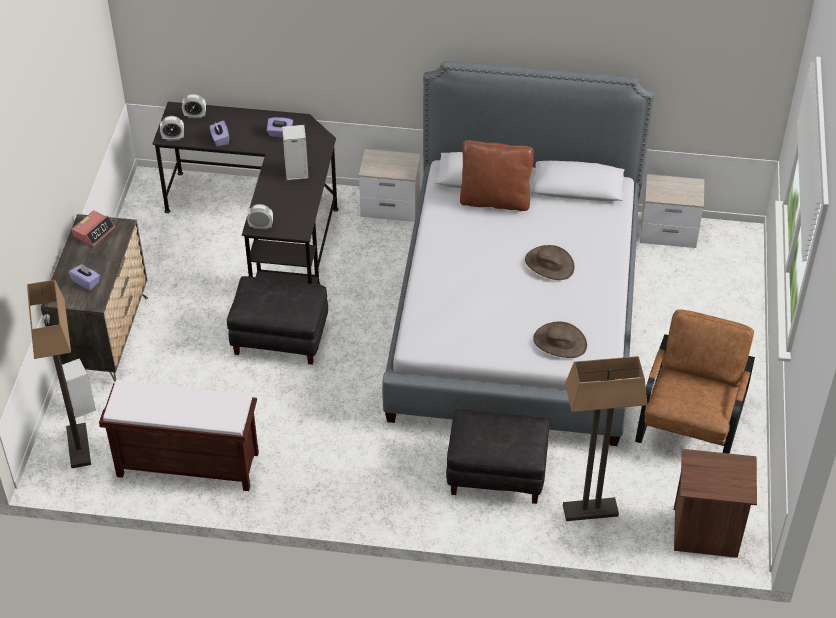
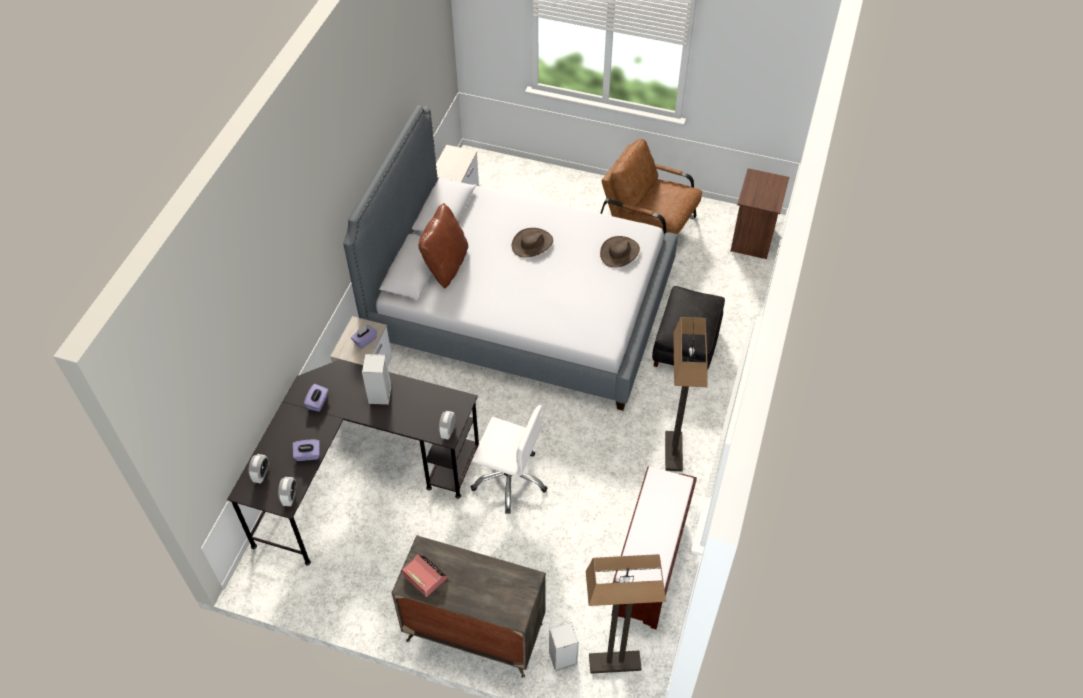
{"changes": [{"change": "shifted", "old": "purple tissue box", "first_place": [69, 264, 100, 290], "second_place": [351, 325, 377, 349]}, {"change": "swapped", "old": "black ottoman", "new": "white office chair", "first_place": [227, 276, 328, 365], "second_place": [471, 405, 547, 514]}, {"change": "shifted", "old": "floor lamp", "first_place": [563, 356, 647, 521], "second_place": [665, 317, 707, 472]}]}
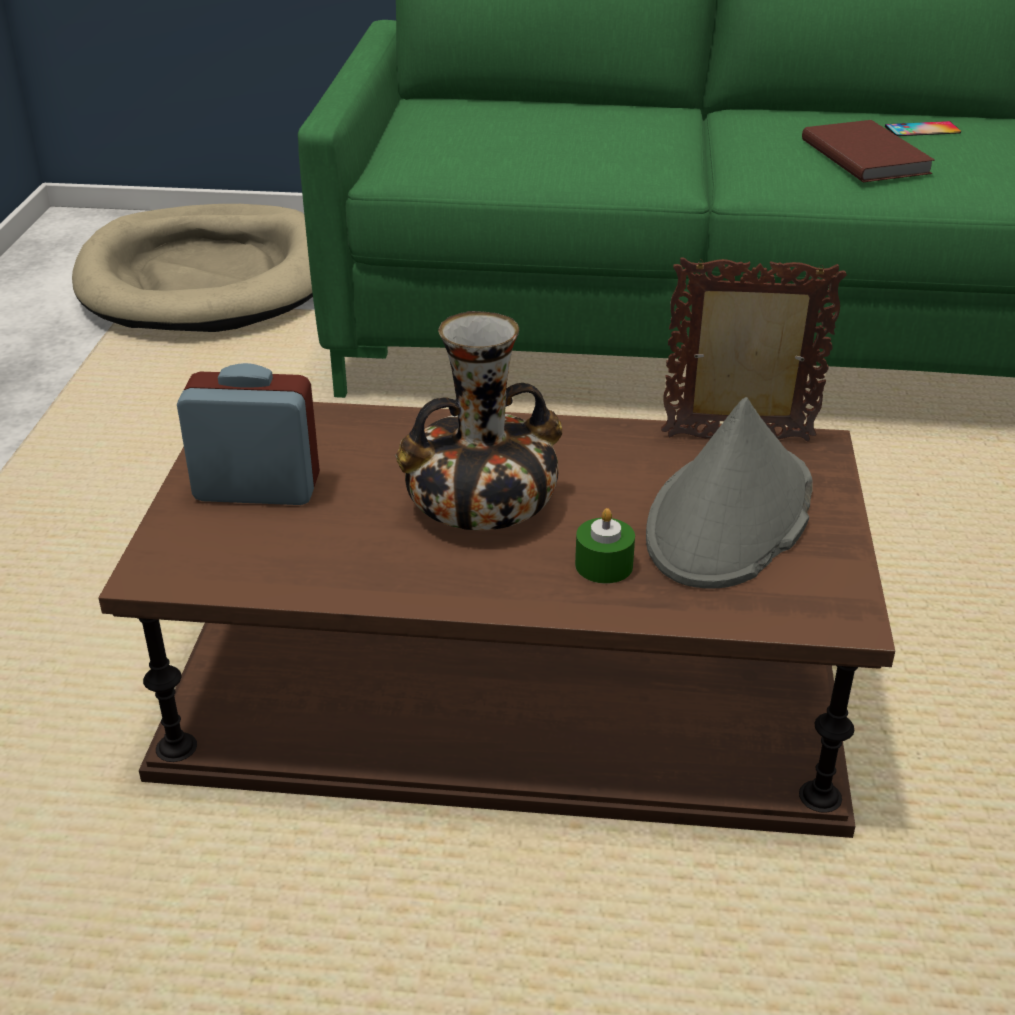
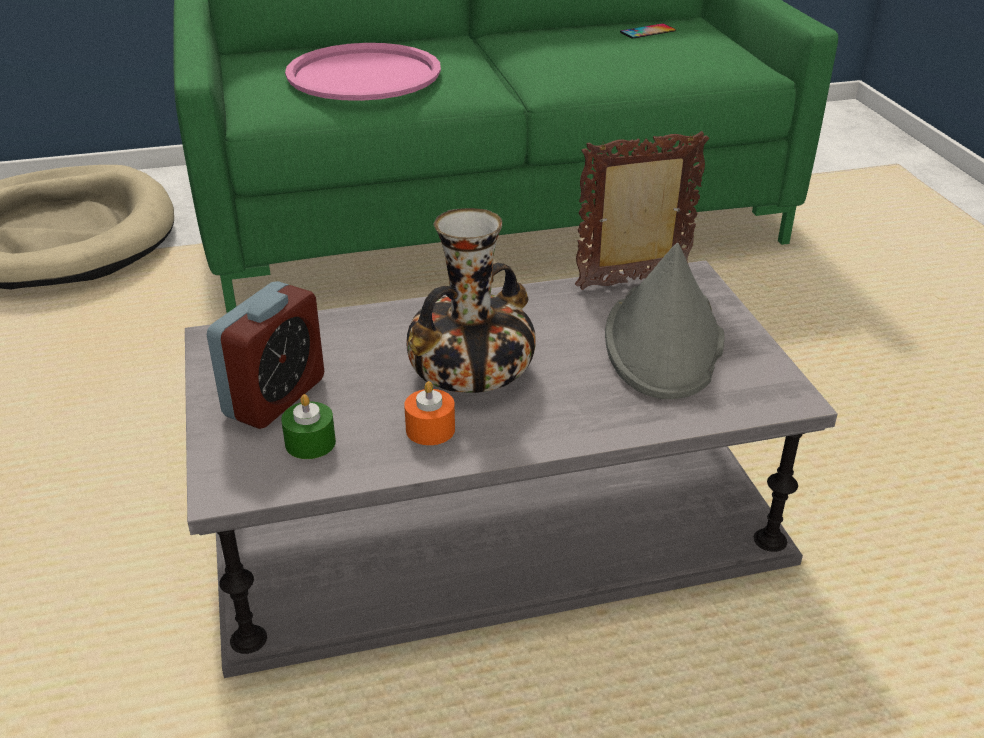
{"changes": [{"change": "gone", "old": "brown book", "first_place": [802, 120, 935, 182]}, {"change": "rotated", "old": "alarm clock", "first_place": [177, 363, 320, 505], "second_place": [207, 281, 324, 429], "degrees": 135}, {"change": "repainted", "old": "brown coffee table", "new": "grey coffee table", "first_place": [98, 402, 895, 838], "second_place": [185, 260, 838, 678]}, {"change": "shifted", "old": "green candle", "first_place": [575, 508, 635, 584], "second_place": [281, 394, 336, 459]}, {"change": "new", "new": "pink tray", "second_place": [285, 43, 441, 101]}, {"change": "new", "new": "orange candle", "second_place": [404, 381, 455, 445]}]}
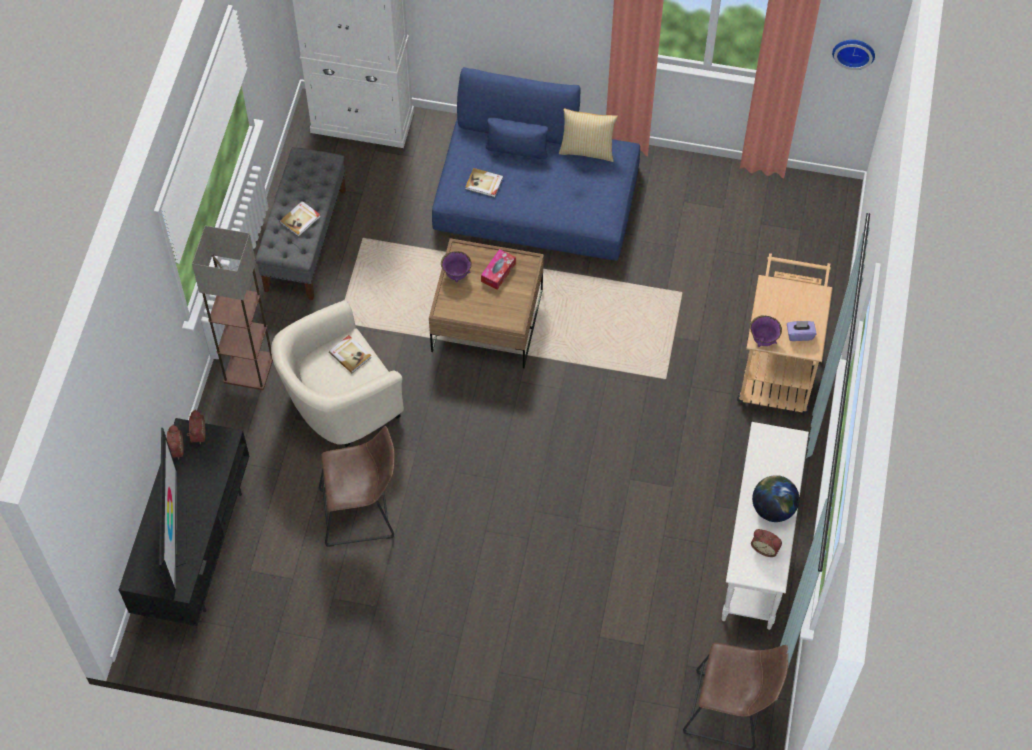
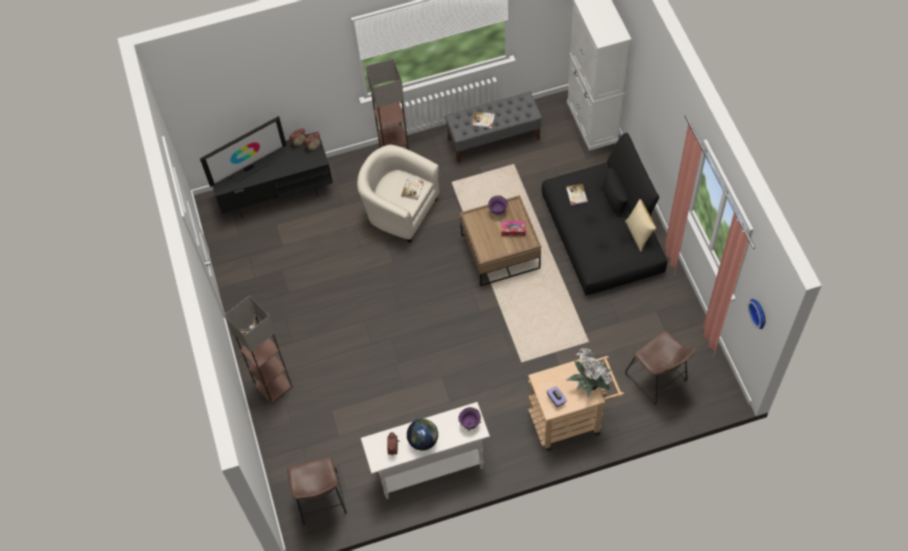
{"changes": [{"change": "repainted", "old": "blue sofa", "new": "black sofa", "first_place": [432, 67, 640, 261], "second_place": [542, 133, 667, 295]}, {"change": "shifted", "old": "purple bowl", "first_place": [750, 315, 782, 347], "second_place": [459, 407, 481, 431]}, {"change": "shifted", "old": "brown stool", "first_place": [319, 426, 395, 547], "second_place": [625, 330, 696, 405]}, {"change": "new", "new": "floor lamp", "second_place": [225, 296, 293, 404]}, {"change": "new", "new": "potted plant", "second_place": [567, 348, 612, 397]}]}
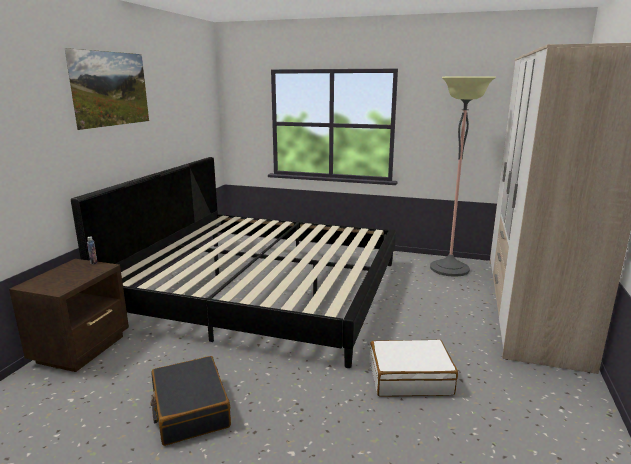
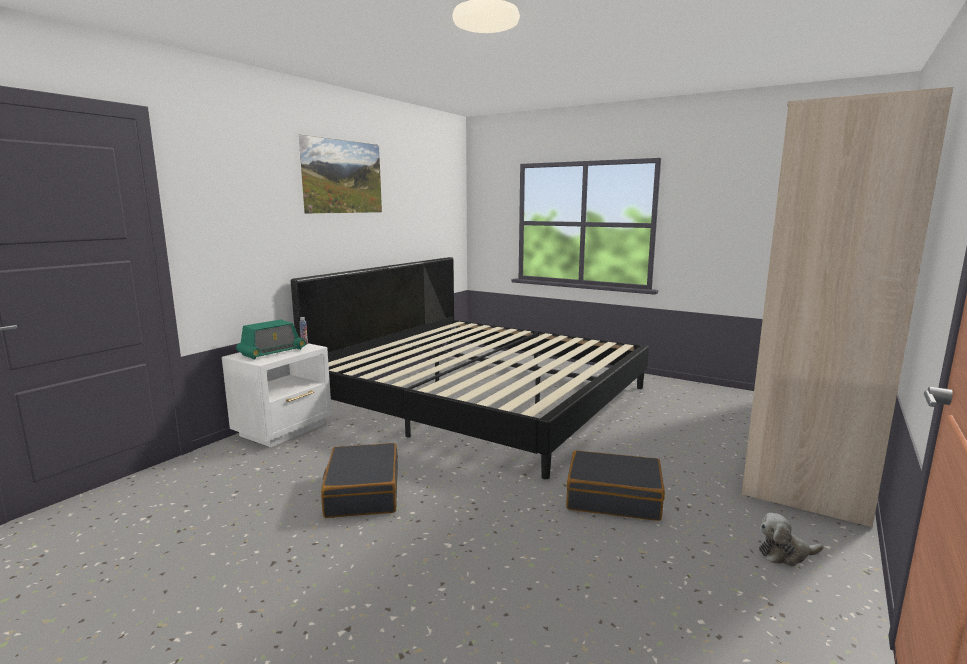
{"changes": [{"change": "gone", "old": "floor lamp", "first_place": [430, 76, 496, 277]}, {"change": "repainted", "old": "brown nightstand", "new": "white nightstand", "first_place": [9, 259, 129, 372], "second_place": [222, 343, 332, 447]}, {"change": "repainted", "old": "white suitcase", "new": "black suitcase", "first_place": [370, 339, 458, 397], "second_place": [566, 450, 665, 521]}, {"change": "new", "new": "radio", "second_place": [236, 320, 306, 360]}, {"change": "new", "new": "plush toy", "second_place": [759, 513, 823, 566]}]}
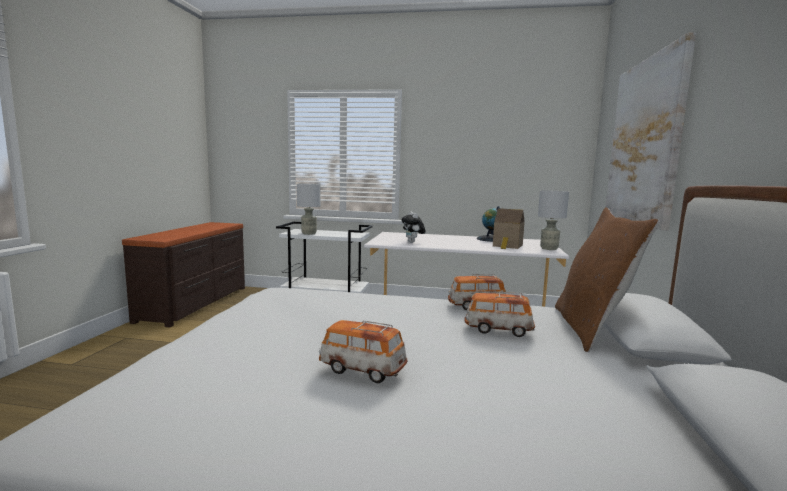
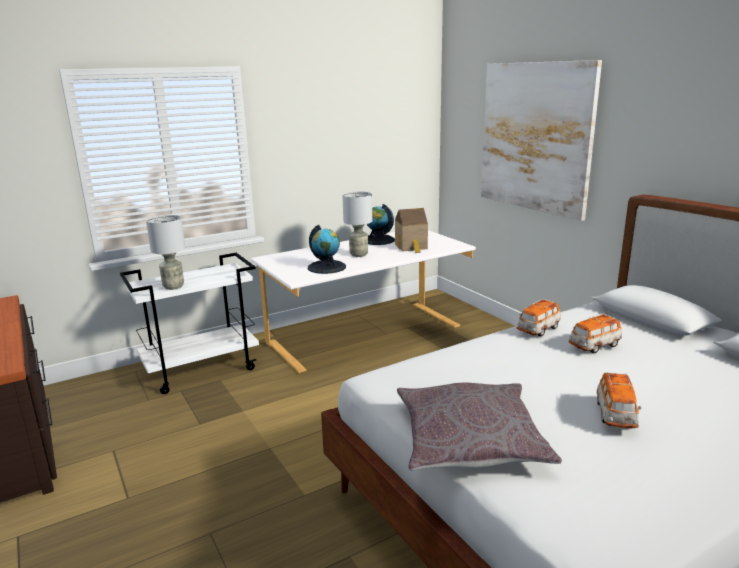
{"changes": [{"change": "shifted", "old": "grey table lamp", "first_place": [538, 190, 569, 250], "second_place": [342, 191, 372, 257]}, {"change": "gone", "old": "brown pillow", "first_place": [555, 207, 660, 352]}, {"change": "swapped", "old": "plush toy", "new": "globe", "first_place": [402, 212, 426, 243], "second_place": [308, 225, 346, 274]}, {"change": "rotated", "old": "toy car", "first_place": [319, 320, 407, 383], "second_place": [596, 372, 641, 429], "degrees": -60}, {"change": "new", "new": "grey pillow", "second_place": [397, 383, 562, 471]}]}
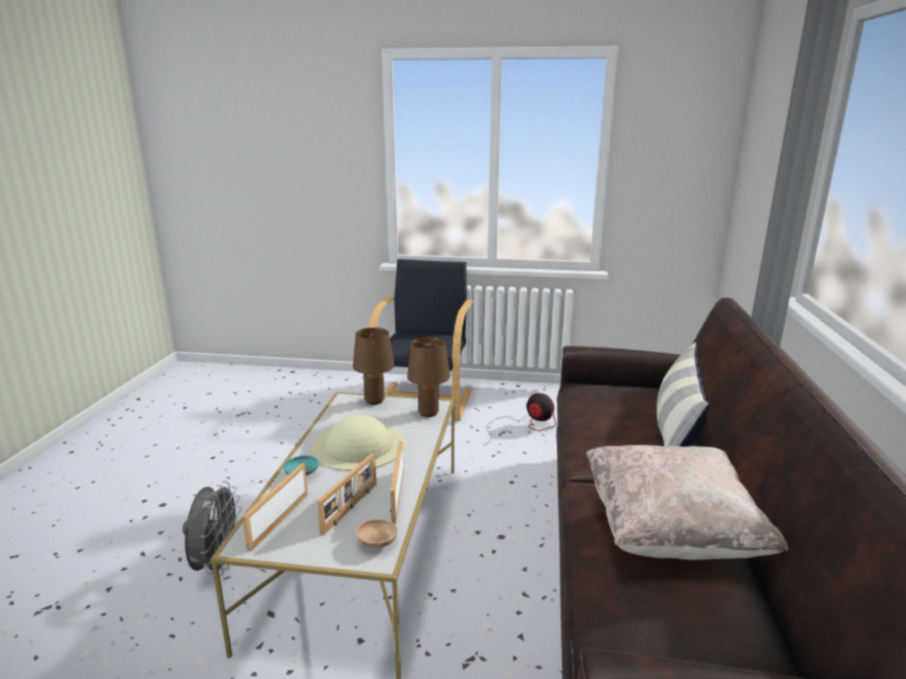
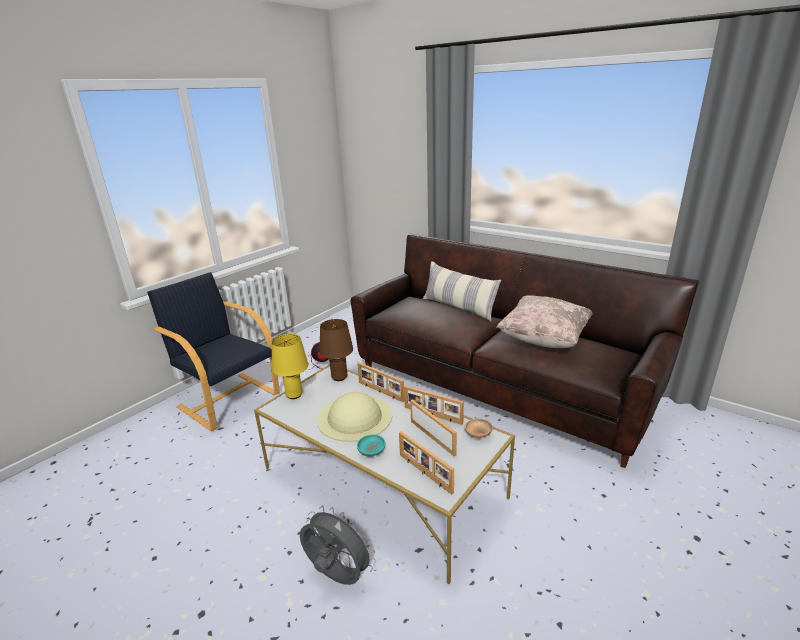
{"changes": [{"change": "repainted", "old": "brown table lamp", "new": "yellow table lamp", "first_place": [353, 328, 394, 405], "second_place": [272, 334, 308, 399]}, {"change": "new", "new": "picture frame", "second_place": [357, 362, 404, 402]}]}
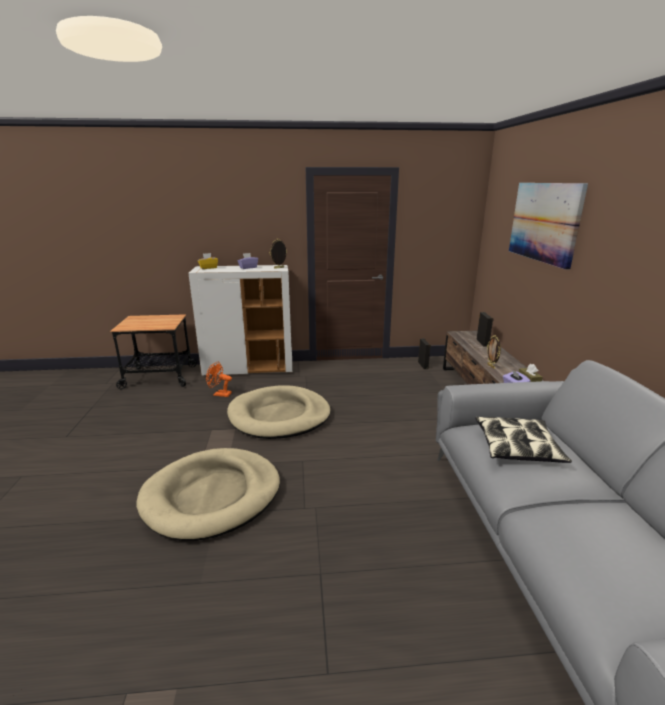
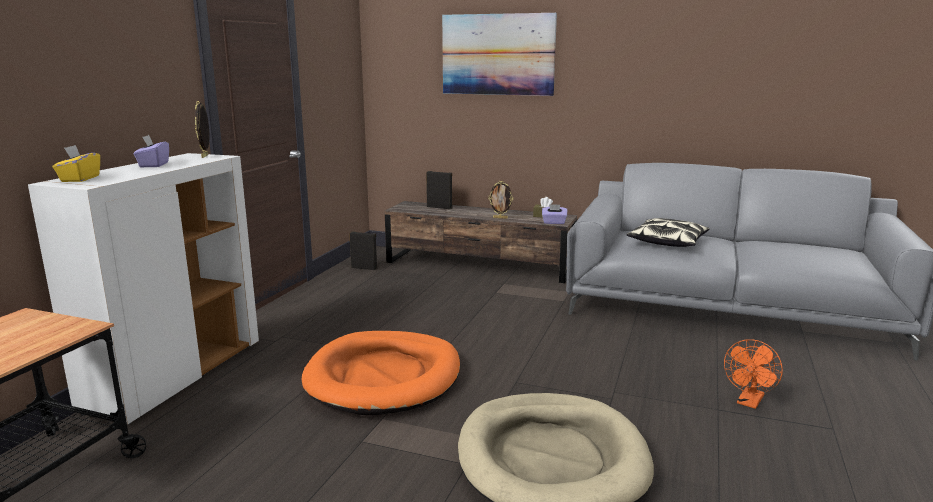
{"changes": [{"change": "shifted", "old": "orange fan", "first_place": [206, 361, 232, 397], "second_place": [724, 339, 783, 409]}, {"change": "repainted", "old": "beige dog bed", "new": "orange dog bed", "first_place": [227, 385, 331, 439], "second_place": [301, 331, 460, 415]}]}
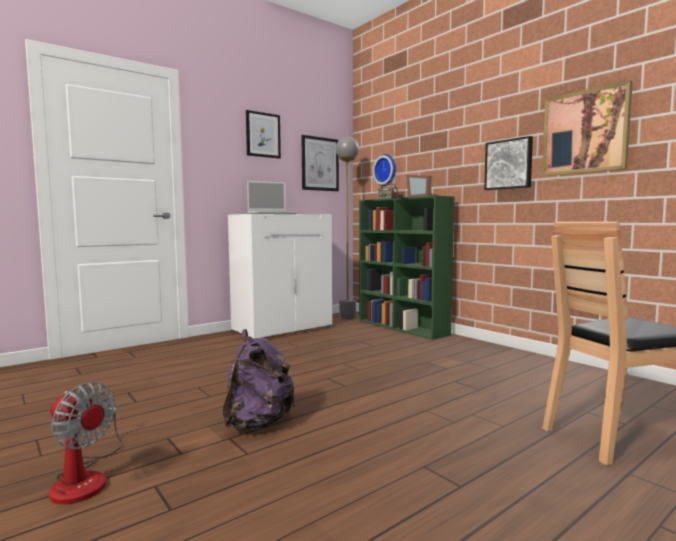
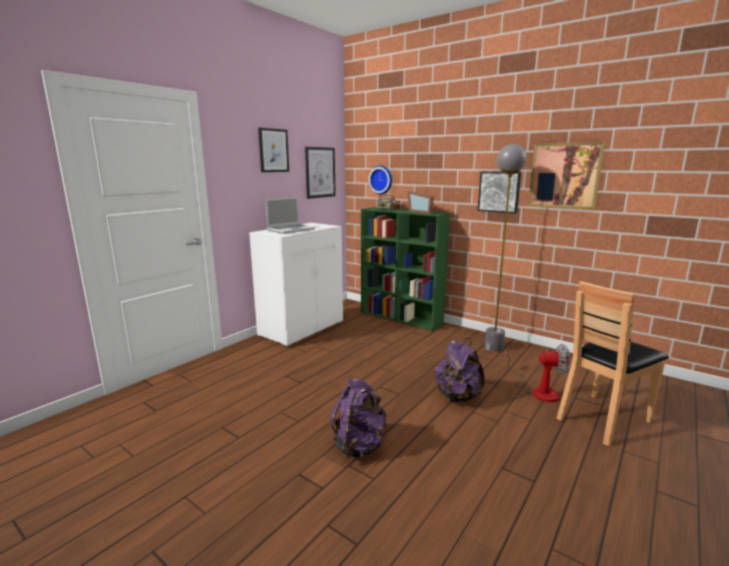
{"changes": [{"change": "shifted", "old": "grey floor lamp", "first_place": [336, 137, 359, 319], "second_place": [485, 144, 527, 352]}, {"change": "shifted", "old": "fan", "first_place": [49, 382, 122, 504], "second_place": [504, 344, 570, 402]}, {"change": "new", "new": "purple backpack", "second_place": [435, 338, 485, 403]}]}
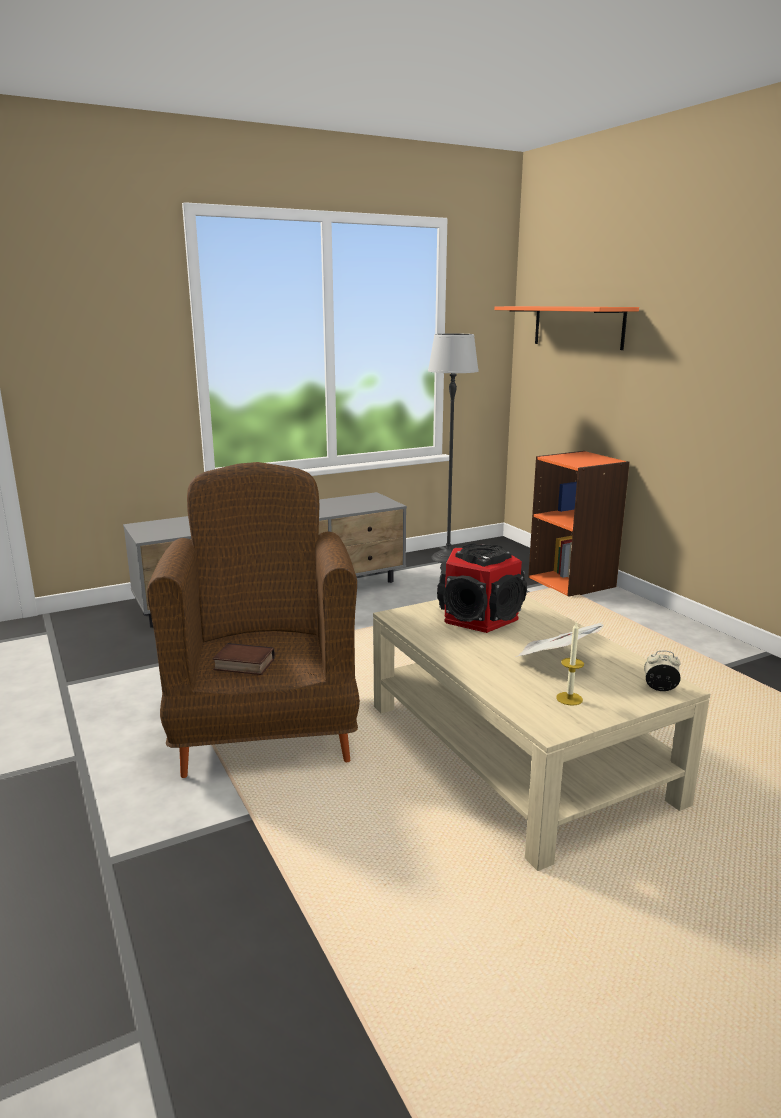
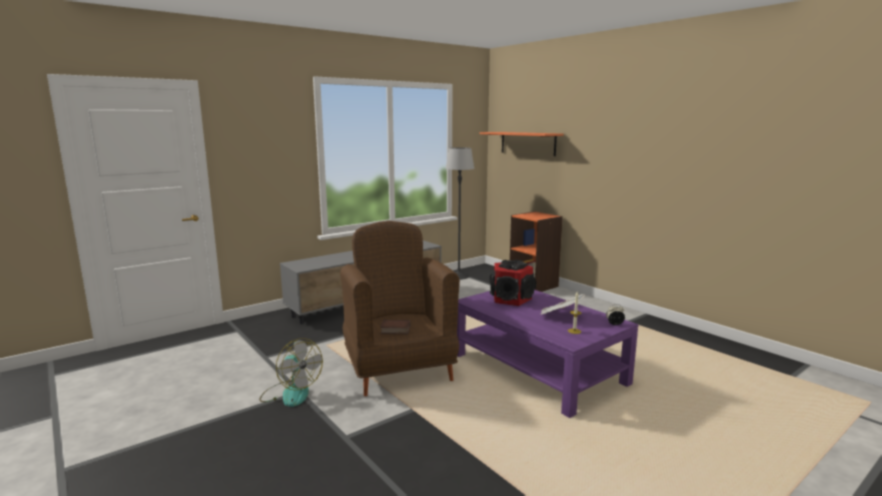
{"changes": [{"change": "repainted", "old": "beige coffee table", "new": "purple coffee table", "first_place": [373, 596, 711, 871], "second_place": [457, 290, 639, 418]}, {"change": "new", "new": "fan", "second_place": [259, 338, 323, 407]}]}
